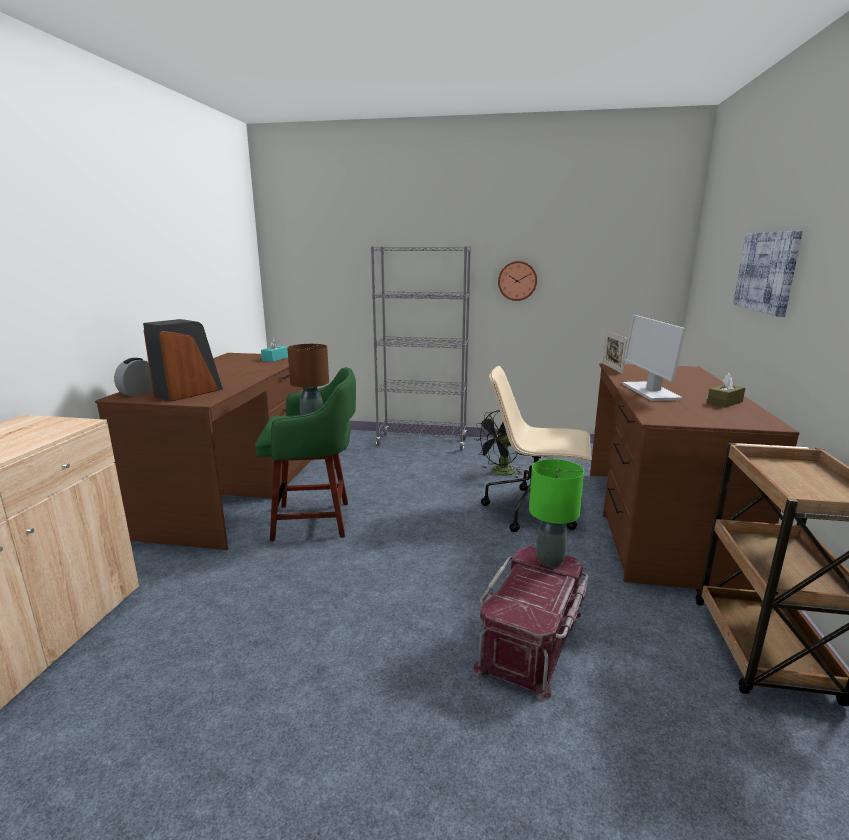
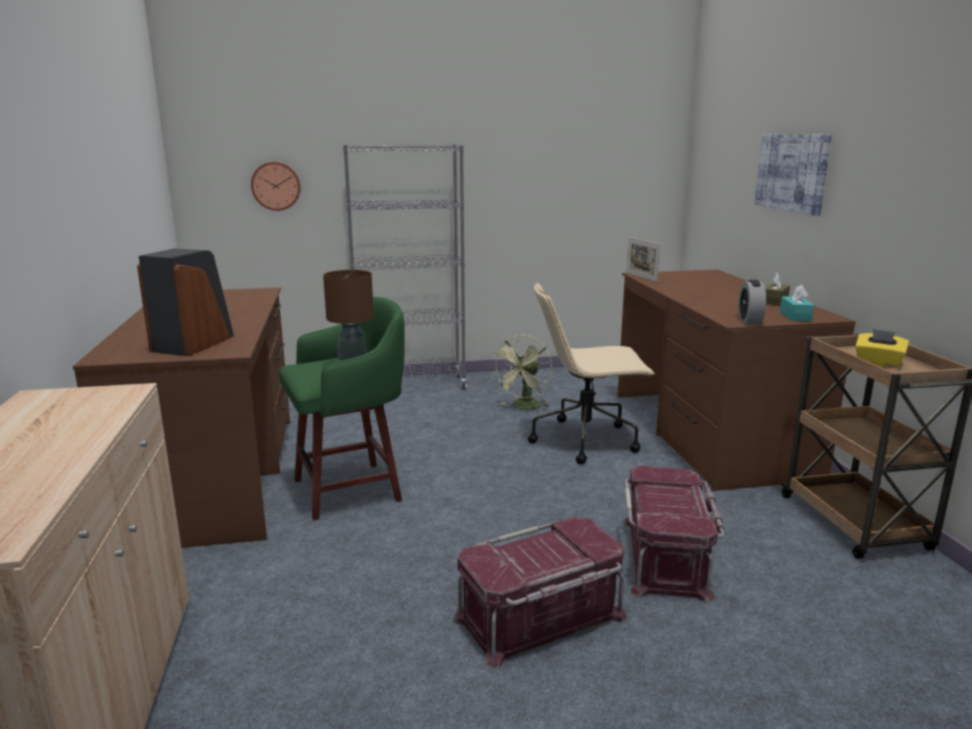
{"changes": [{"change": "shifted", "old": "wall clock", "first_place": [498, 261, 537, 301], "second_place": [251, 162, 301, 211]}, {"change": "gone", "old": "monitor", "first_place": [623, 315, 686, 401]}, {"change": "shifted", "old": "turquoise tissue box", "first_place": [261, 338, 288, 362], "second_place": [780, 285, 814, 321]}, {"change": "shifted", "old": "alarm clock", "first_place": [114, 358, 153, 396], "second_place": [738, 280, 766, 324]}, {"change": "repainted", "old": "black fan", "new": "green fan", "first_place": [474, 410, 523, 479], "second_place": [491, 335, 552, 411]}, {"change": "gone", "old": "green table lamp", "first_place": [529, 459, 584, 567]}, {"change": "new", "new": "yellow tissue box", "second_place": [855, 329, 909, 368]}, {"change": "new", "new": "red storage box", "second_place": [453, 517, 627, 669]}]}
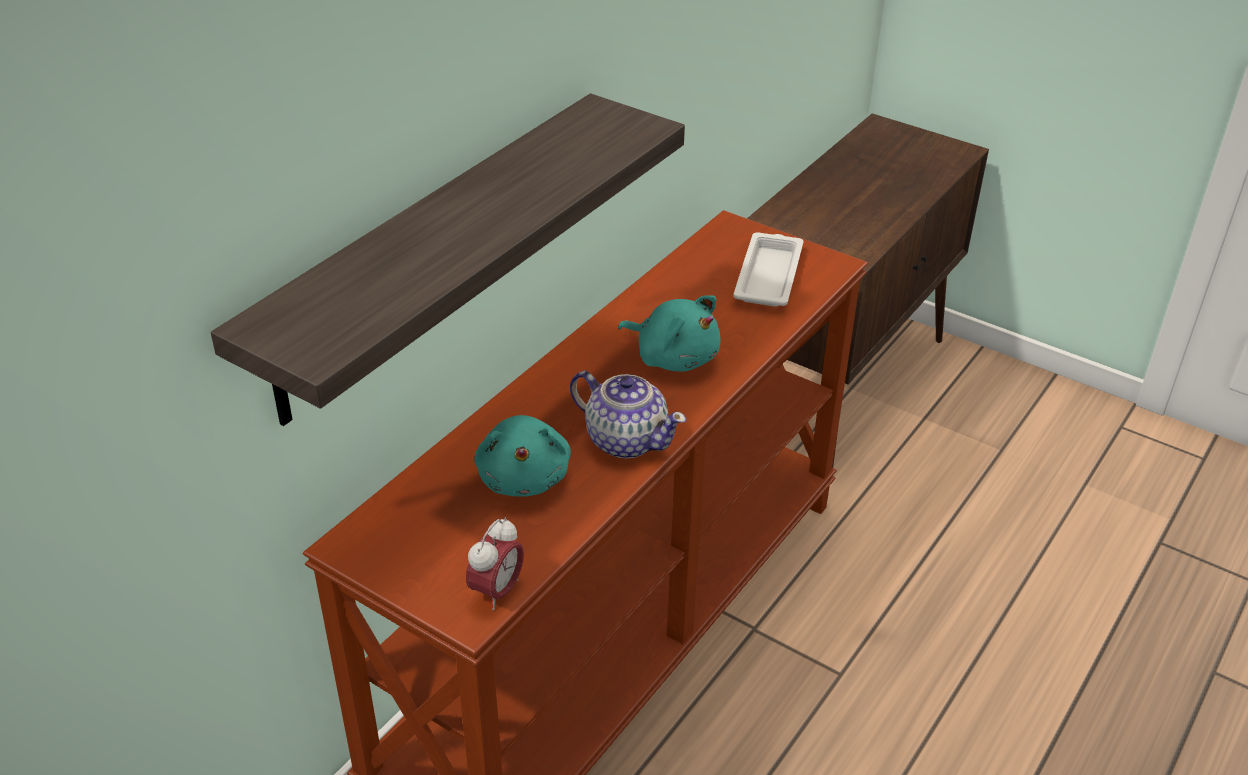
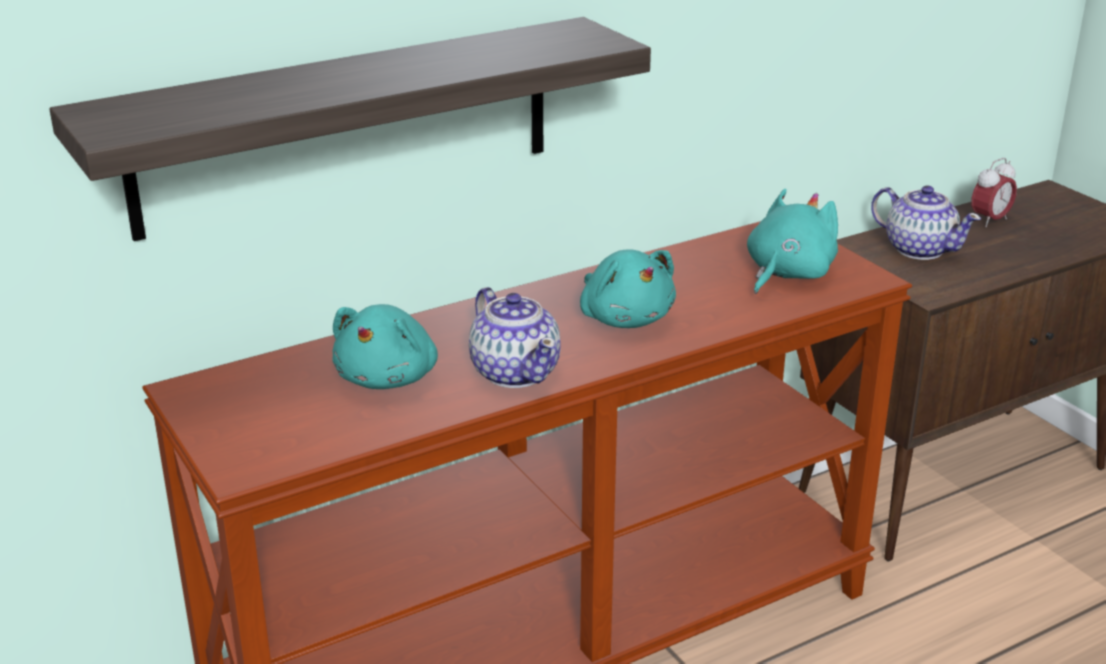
{"changes": [{"change": "swapped", "old": "white tray", "new": "turquoise plush toy", "first_place": [733, 232, 804, 307], "second_place": [747, 189, 838, 294]}, {"change": "shifted", "old": "alarm clock", "first_place": [466, 517, 524, 611], "second_place": [971, 158, 1017, 227]}, {"change": "new", "new": "teapot", "second_place": [871, 186, 981, 260]}]}
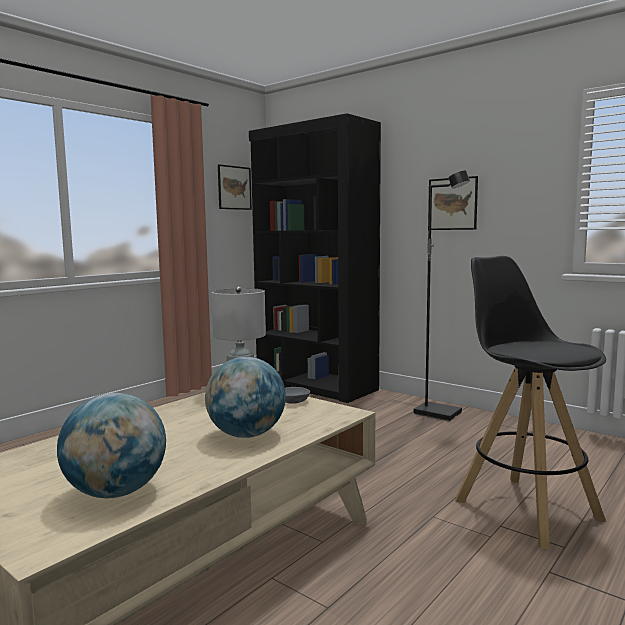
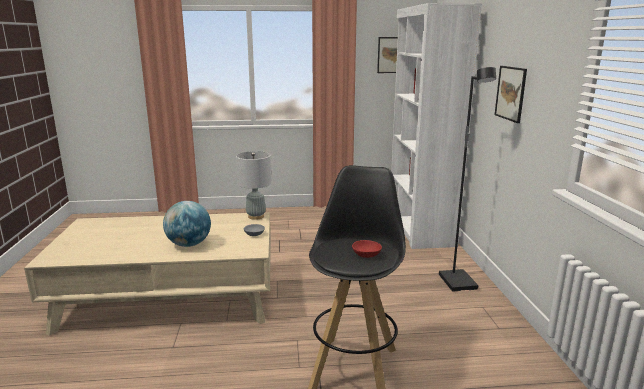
{"changes": [{"change": "repainted", "old": "black bookcase", "new": "white bookcase", "first_place": [249, 113, 381, 403], "second_place": [391, 3, 482, 249]}, {"change": "gone", "old": "globe", "first_place": [57, 393, 166, 498]}, {"change": "new", "new": "red bowl", "second_place": [352, 240, 382, 258]}]}
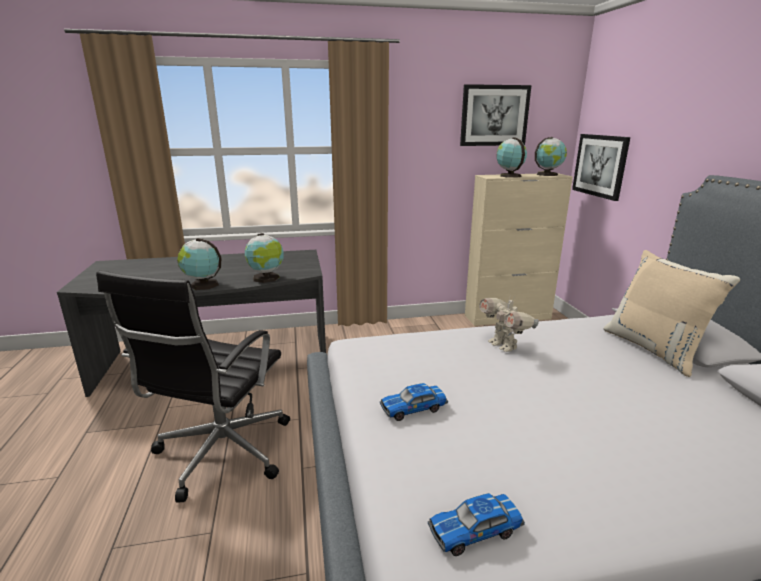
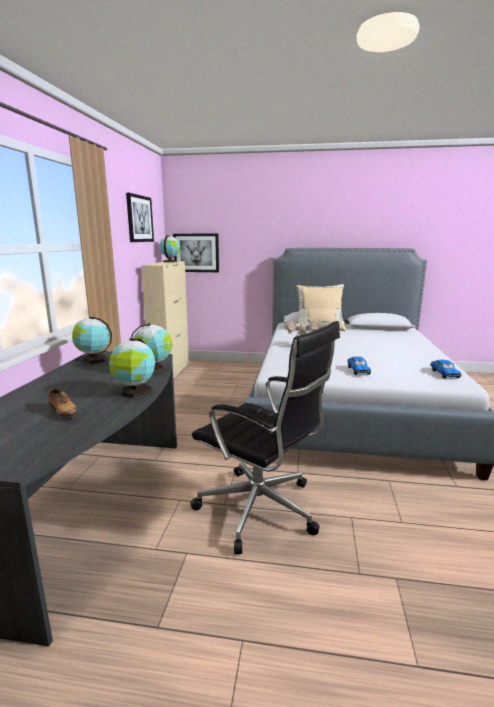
{"changes": [{"change": "shifted", "old": "globe", "first_place": [497, 137, 527, 178], "second_place": [72, 317, 112, 364]}, {"change": "new", "new": "shoe", "second_place": [48, 389, 78, 418]}]}
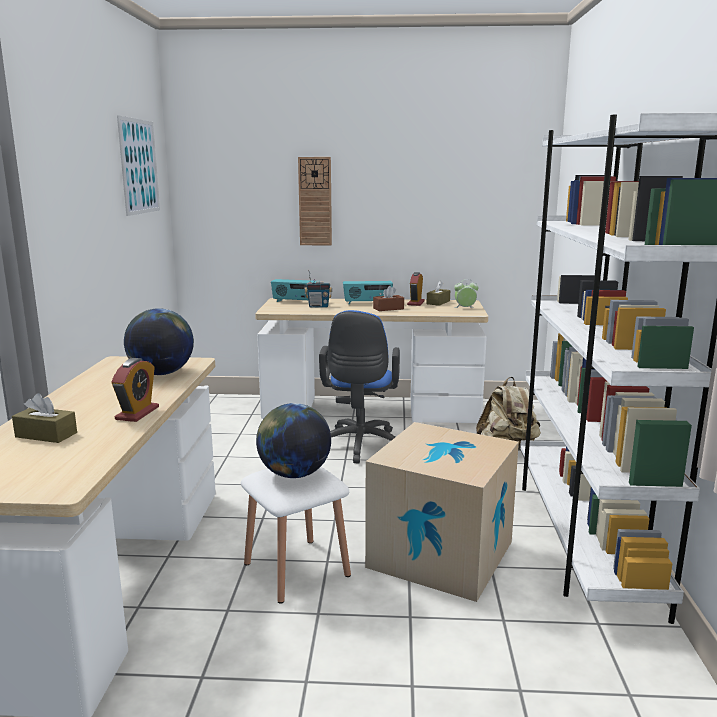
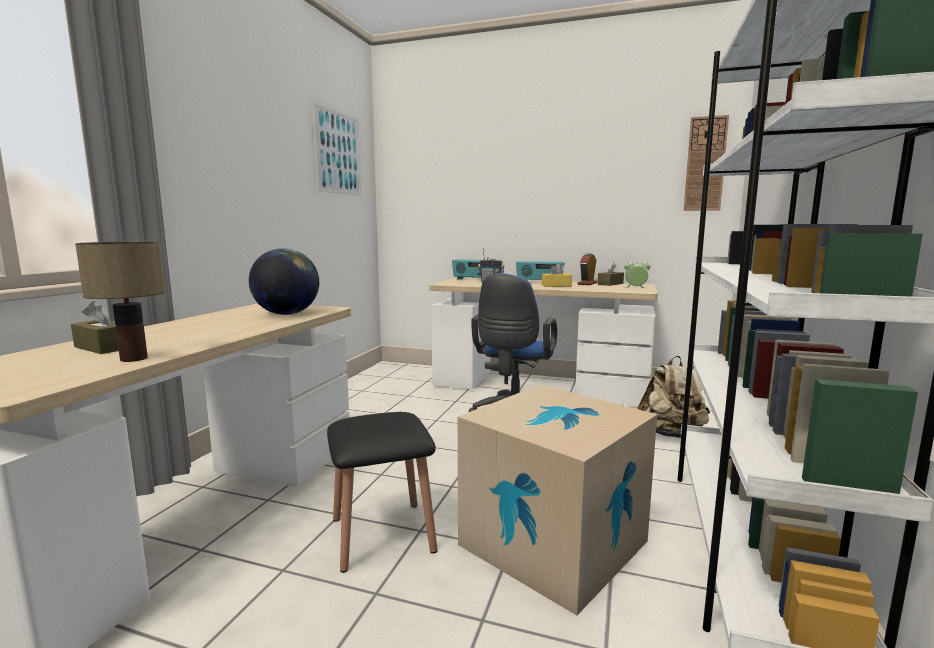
{"changes": [{"change": "shifted", "old": "wall clock", "first_place": [298, 157, 332, 245], "second_place": [684, 115, 729, 211]}, {"change": "repainted", "old": "brown tissue box", "new": "yellow tissue box", "first_place": [373, 286, 404, 311], "second_place": [542, 263, 572, 287]}, {"change": "gone", "old": "alarm clock", "first_place": [111, 358, 159, 422]}, {"change": "gone", "old": "globe", "first_place": [256, 403, 331, 478]}, {"change": "repainted", "old": "white stool", "new": "black stool", "first_place": [241, 467, 351, 604], "second_place": [327, 412, 438, 573]}, {"change": "new", "new": "table lamp", "second_place": [75, 242, 165, 362]}]}
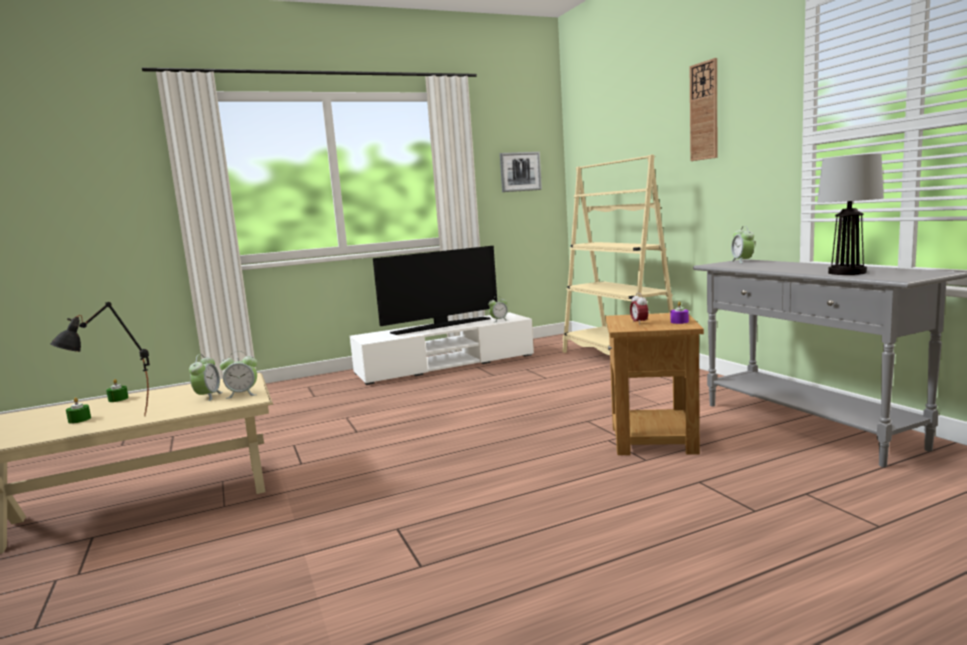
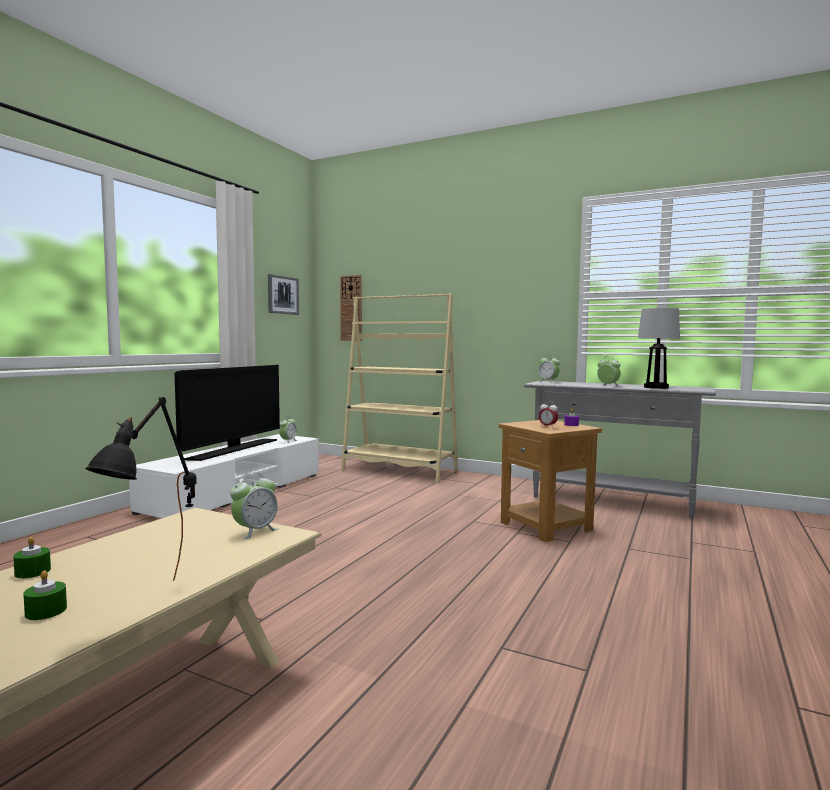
{"changes": [{"change": "shifted", "old": "wall clock", "first_place": [690, 58, 717, 161], "second_place": [340, 275, 362, 341]}, {"change": "shifted", "old": "alarm clock", "first_place": [189, 354, 223, 401], "second_place": [597, 356, 621, 386]}]}
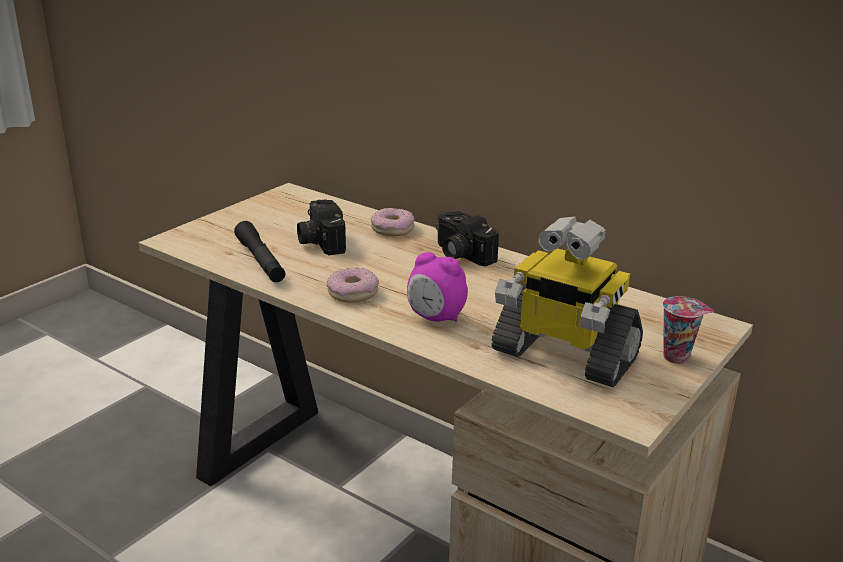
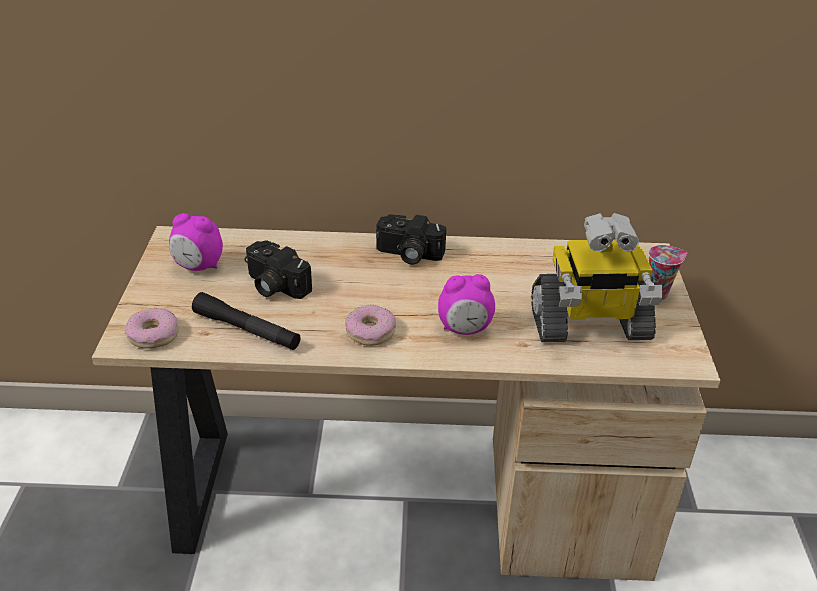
{"changes": [{"change": "shifted", "old": "donut", "first_place": [371, 208, 414, 236], "second_place": [125, 308, 179, 349]}, {"change": "new", "new": "alarm clock", "second_place": [169, 213, 223, 271]}]}
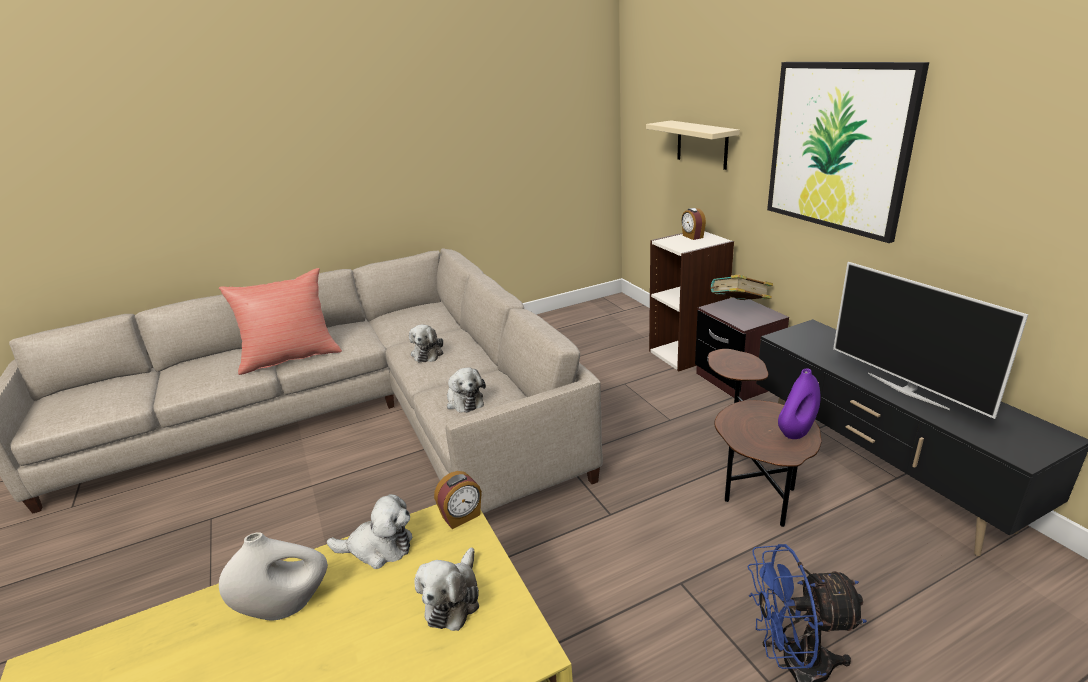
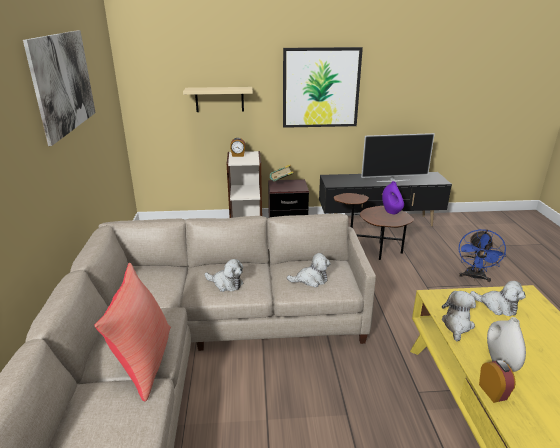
{"changes": [{"change": "shifted", "old": "alarm clock", "first_place": [434, 471, 482, 529], "second_place": [479, 360, 516, 403]}, {"change": "new", "new": "picture", "second_place": [23, 30, 96, 146]}]}
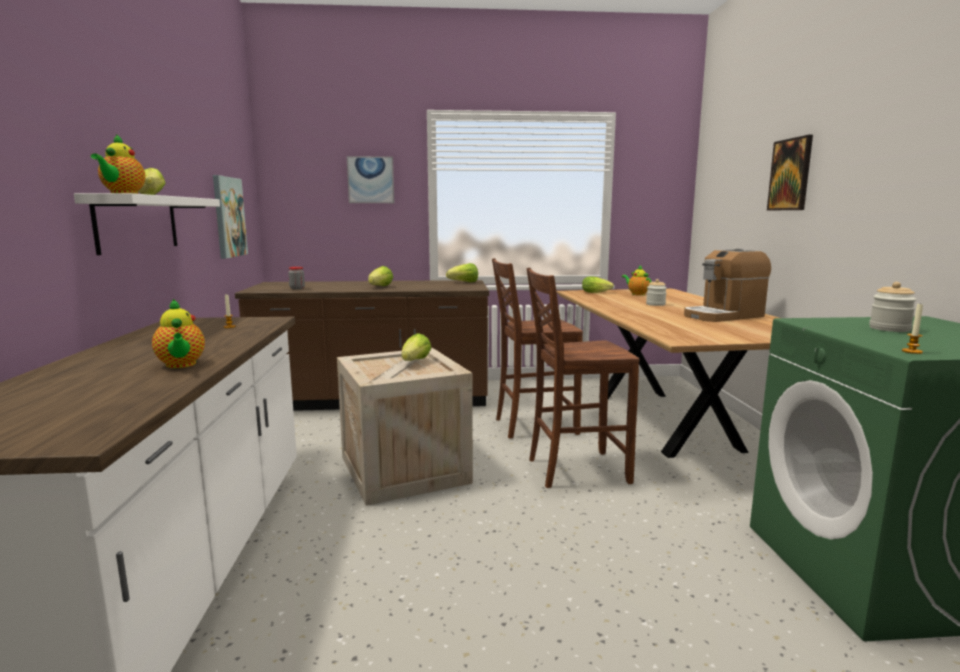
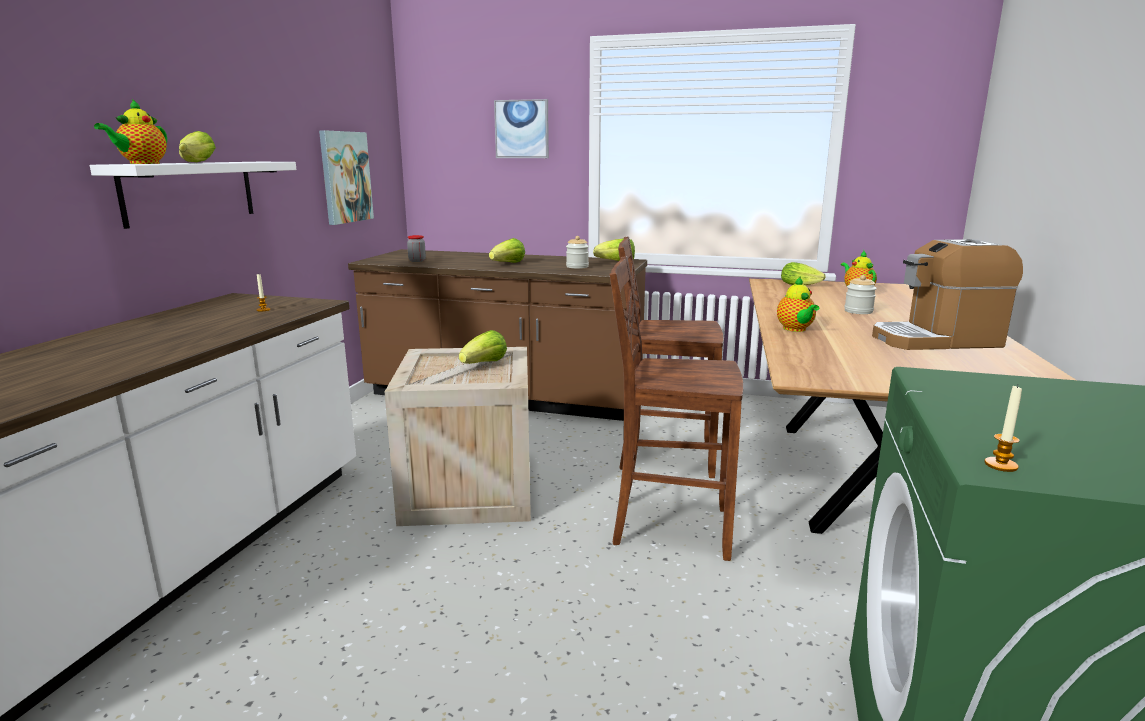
{"changes": [{"change": "gone", "old": "picture", "first_place": [767, 135, 813, 210]}, {"change": "shifted", "old": "jar", "first_place": [869, 282, 917, 332], "second_place": [566, 236, 589, 269]}, {"change": "shifted", "old": "teapot", "first_place": [152, 299, 205, 368], "second_place": [777, 277, 819, 332]}]}
